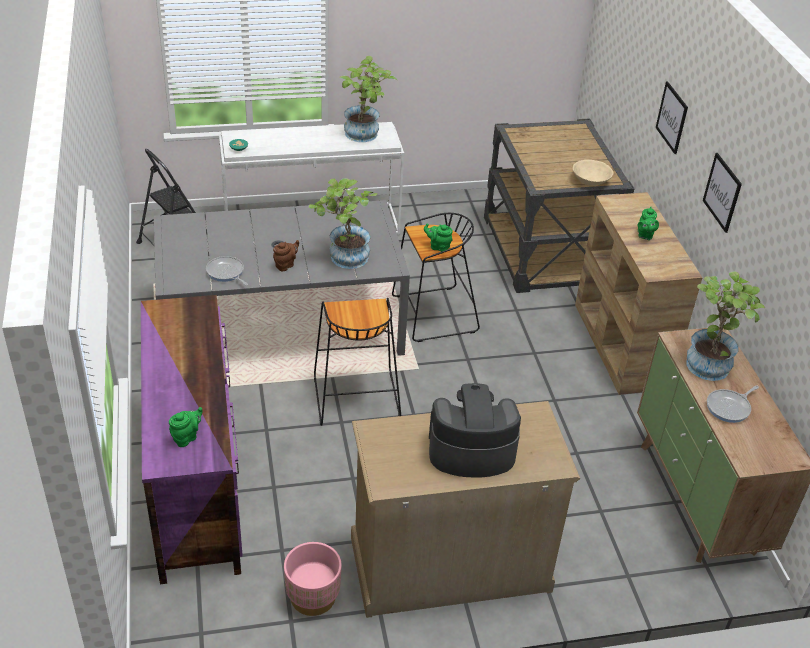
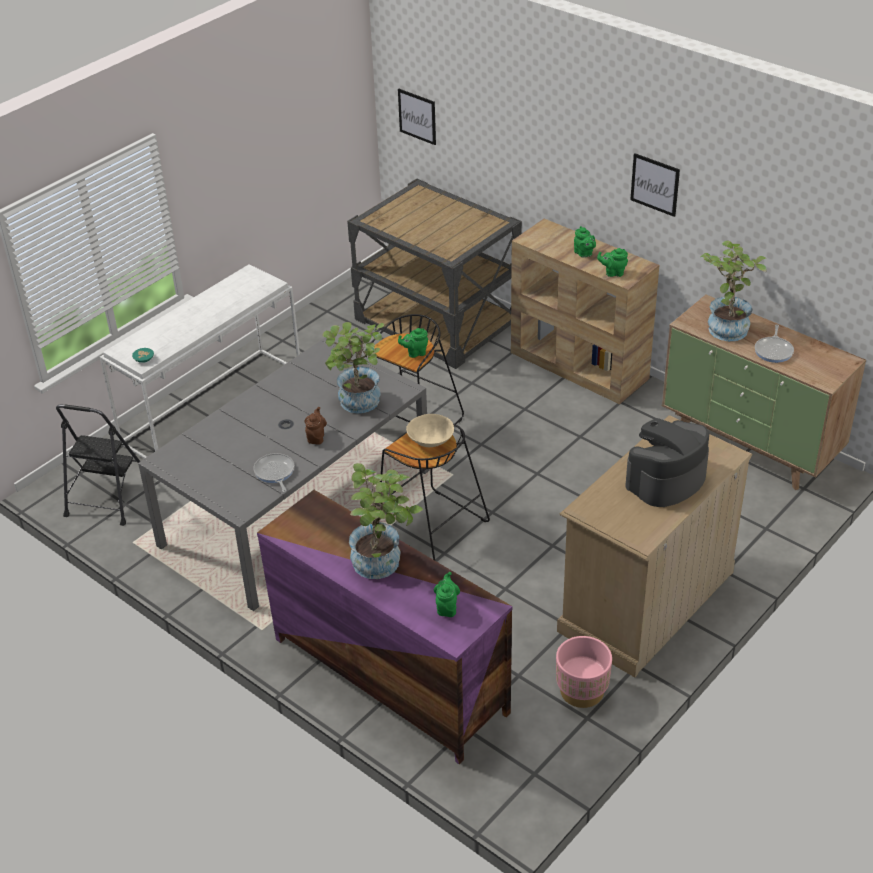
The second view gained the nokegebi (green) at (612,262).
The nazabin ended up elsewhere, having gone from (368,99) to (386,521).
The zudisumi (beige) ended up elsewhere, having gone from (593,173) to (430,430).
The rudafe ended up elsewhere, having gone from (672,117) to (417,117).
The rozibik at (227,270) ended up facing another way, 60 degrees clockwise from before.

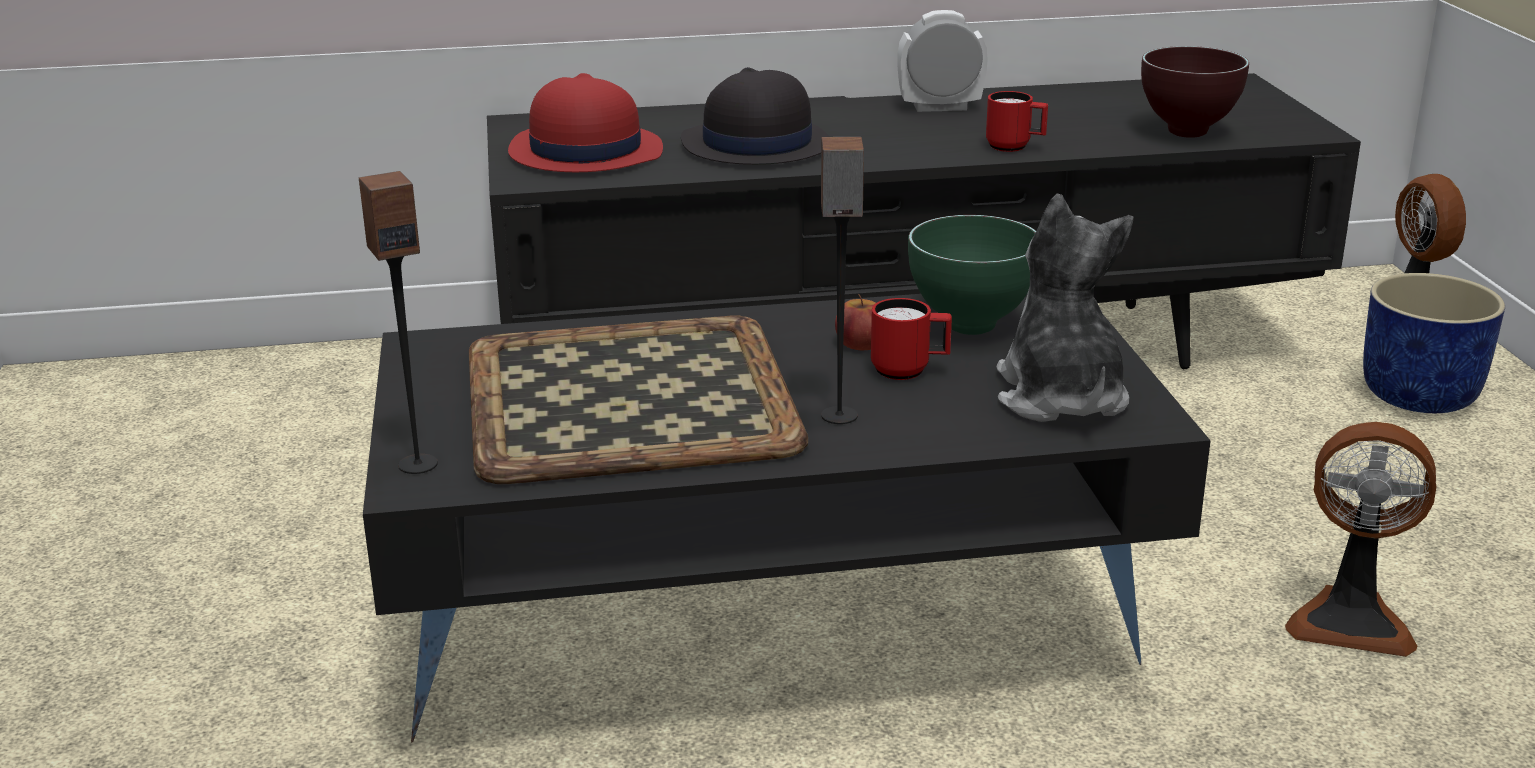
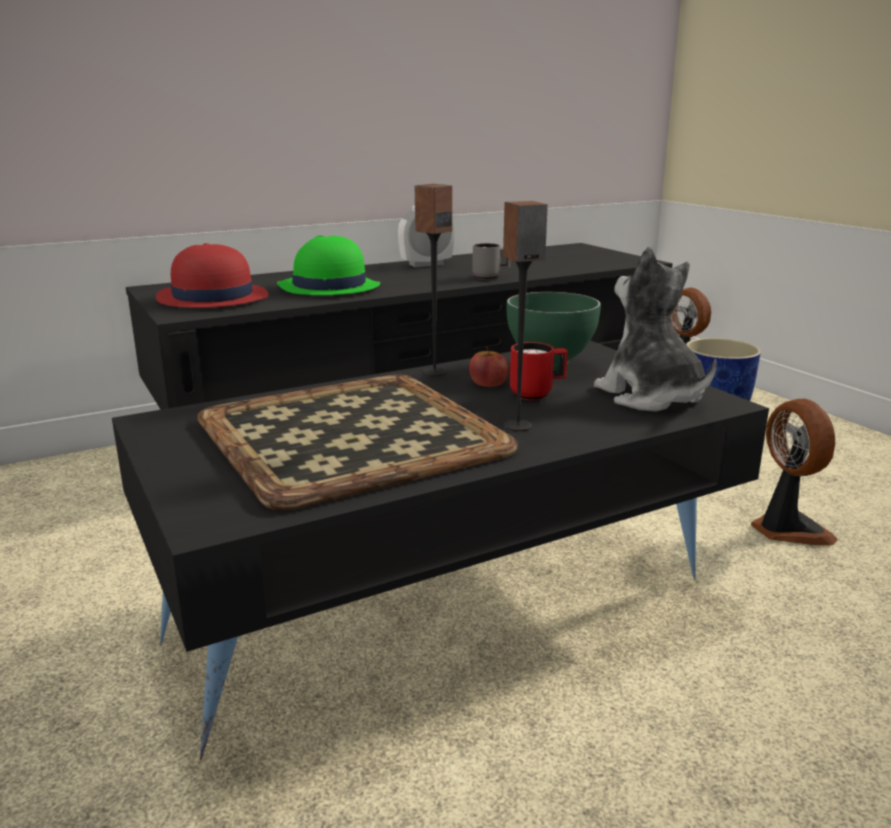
The second view lost the zudisumi (brown) at (1195,92).
The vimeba ended up elsewhere, having gone from (398,322) to (433,280).
What was the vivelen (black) at (755,116) turned into the vivelen (green) at (328,265).
What was the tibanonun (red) at (1017,121) turned into the tibanonun (grey) at (491,261).
The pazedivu at (1361,539) ended up facing another way, 105 degrees counterclockwise from before.

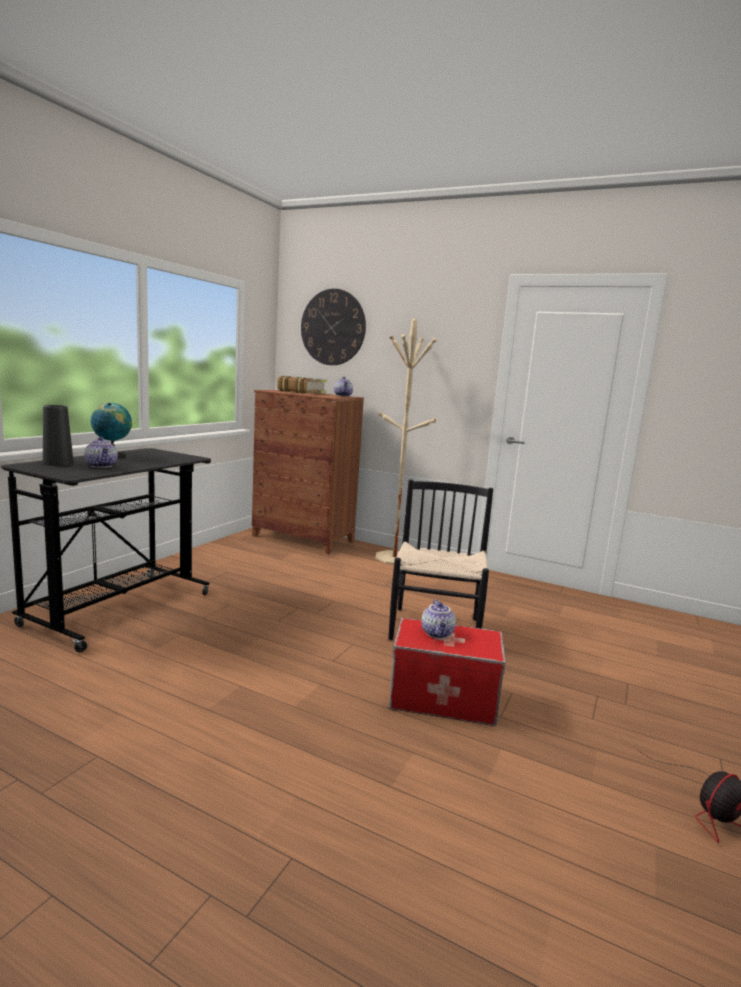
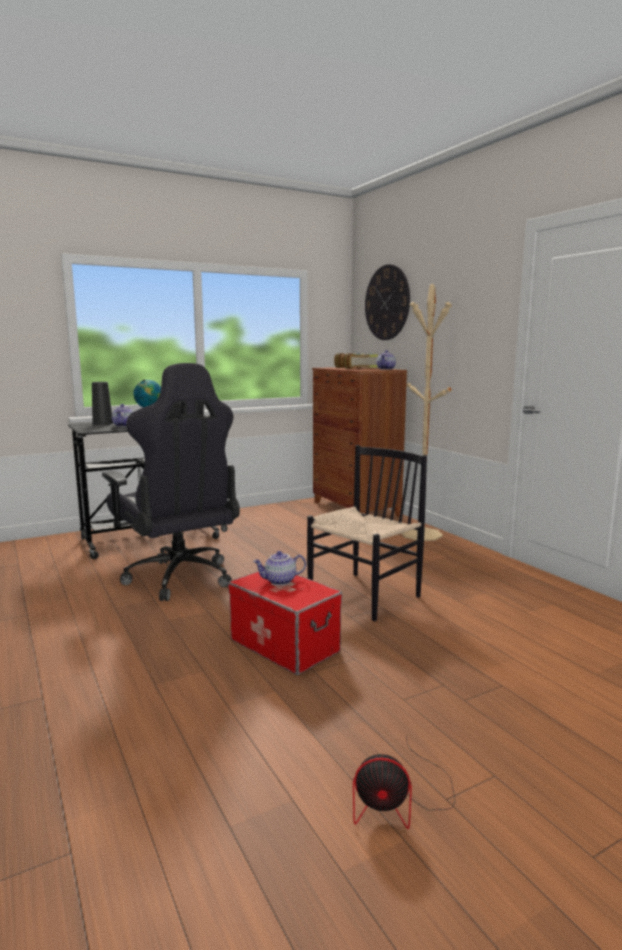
The second view gained the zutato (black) at (171,482).
The nokegebi at (438,619) ended up facing another way, 45 degrees clockwise from before.

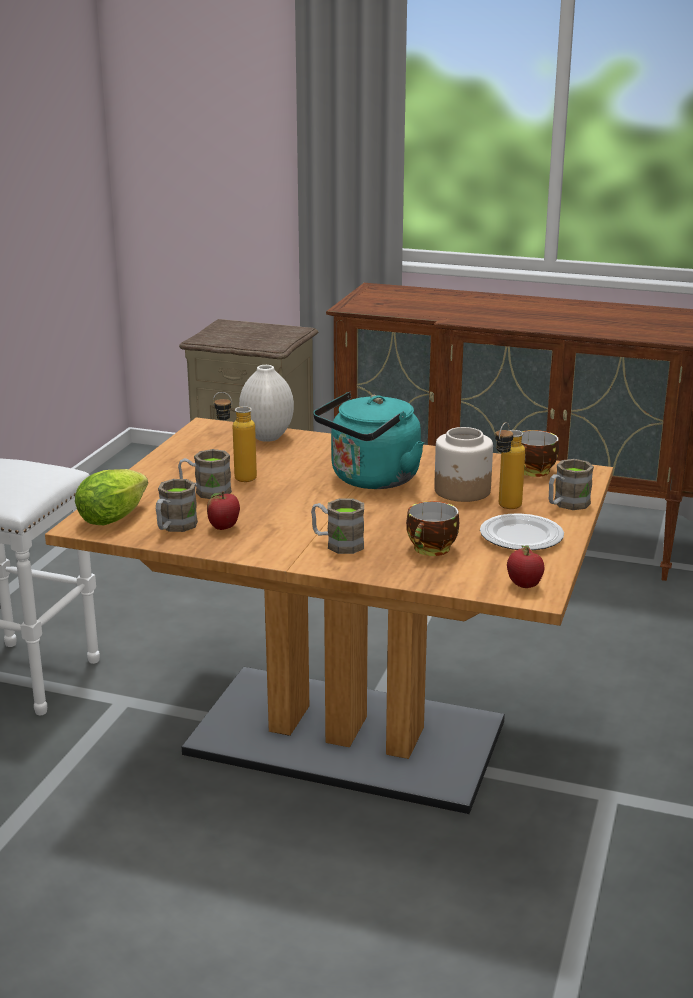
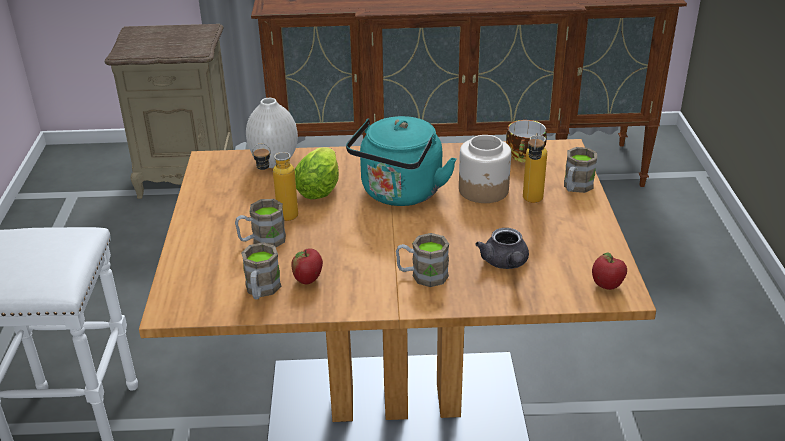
The second view lost the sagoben at (522,531).
The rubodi ended up elsewhere, having gone from (111,497) to (317,173).
Where the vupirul stood at (432,528), the nokegebi (grey) came to stand at (502,248).

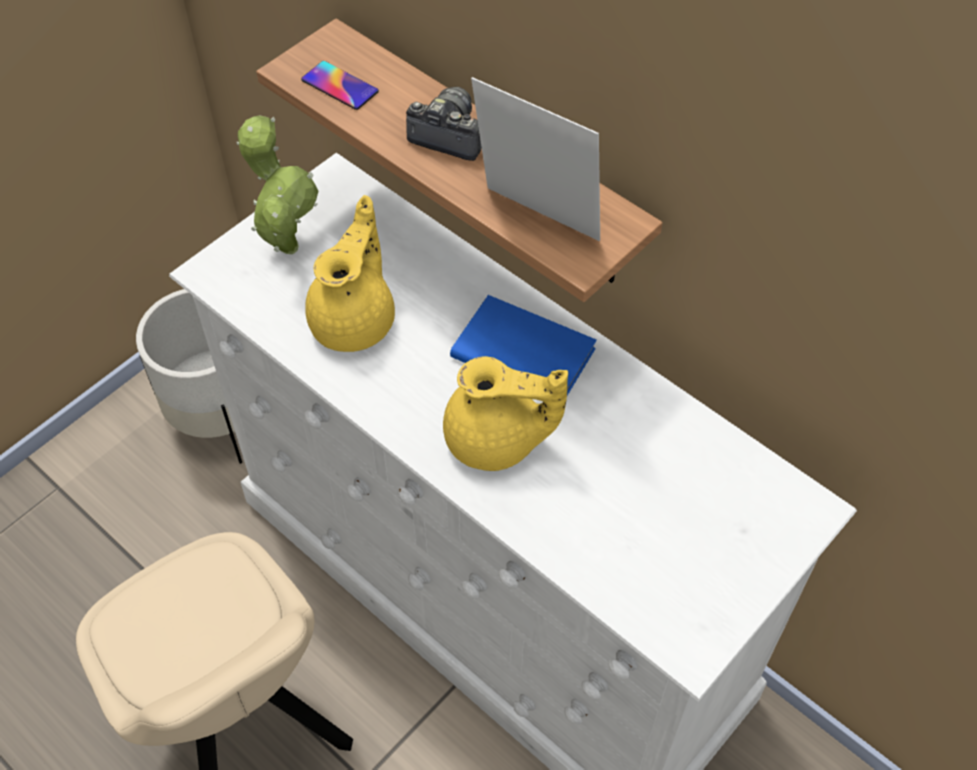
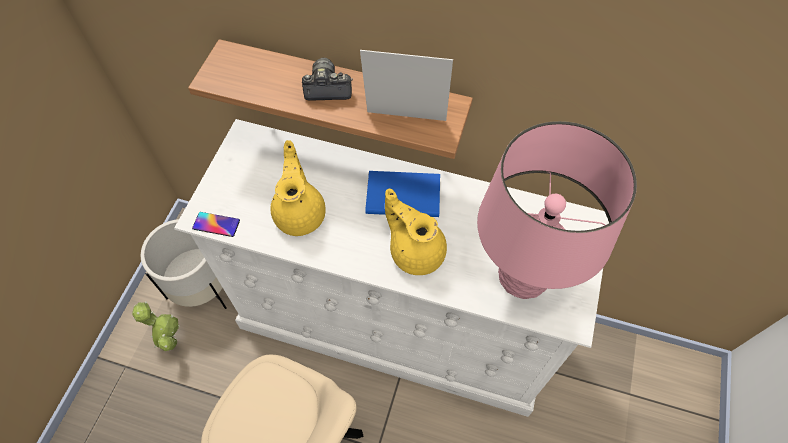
The second view gained the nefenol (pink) at (557,210).
The nazabin ended up elsewhere, having gone from (278,184) to (156,326).
The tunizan ended up elsewhere, having gone from (340,85) to (216,224).
The nokegebi (yellow) at (505,413) ended up facing another way, 120 degrees counterclockwise from before.

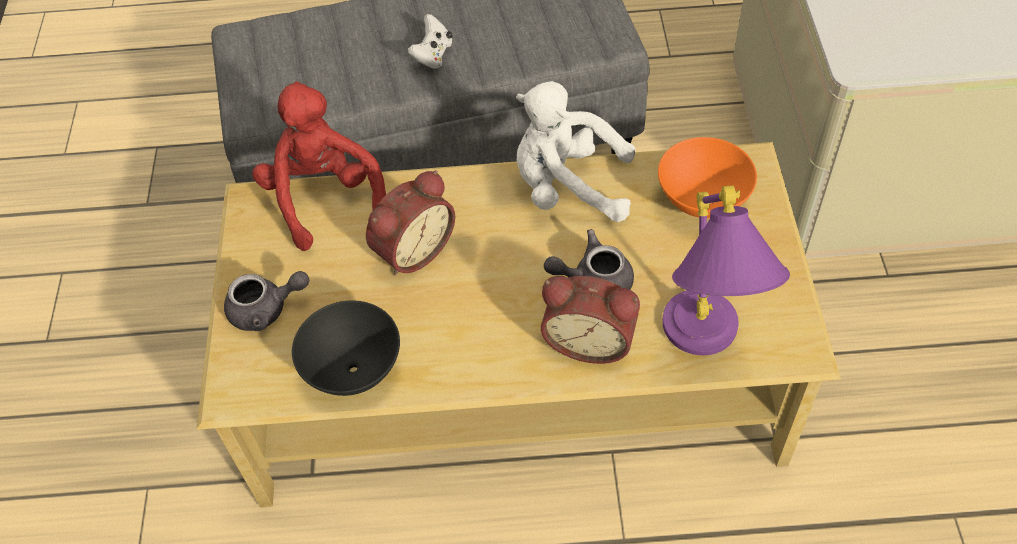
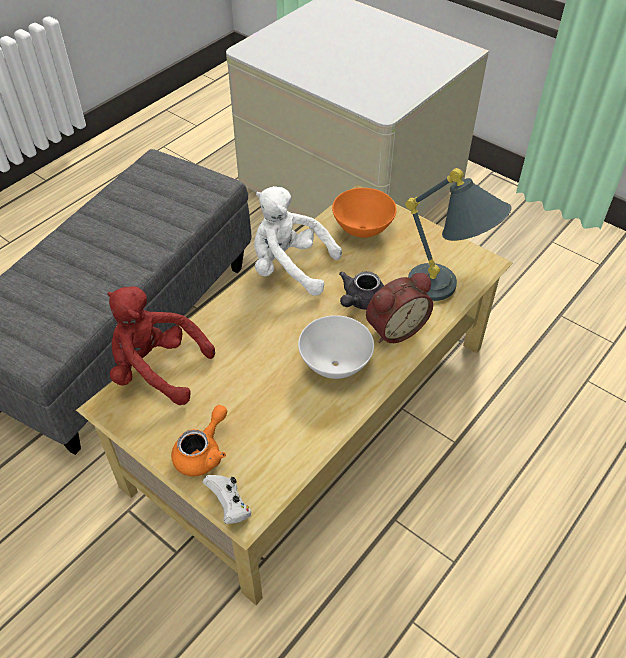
The second view lost the zudisumi (black) at (346,348).
The second view lost the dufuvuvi at (410,223).
The second view gained the zudisumi (white) at (336,347).
The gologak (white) ended up elsewhere, having gone from (430,41) to (227,499).
What was the nokegebi (grey) at (266,301) turned into the nokegebi (orange) at (199,441).
What was the nefenol (purple) at (726,270) turned into the nefenol (grey) at (458,234).
The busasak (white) at (575,151) ended up facing another way, 60 degrees clockwise from before.

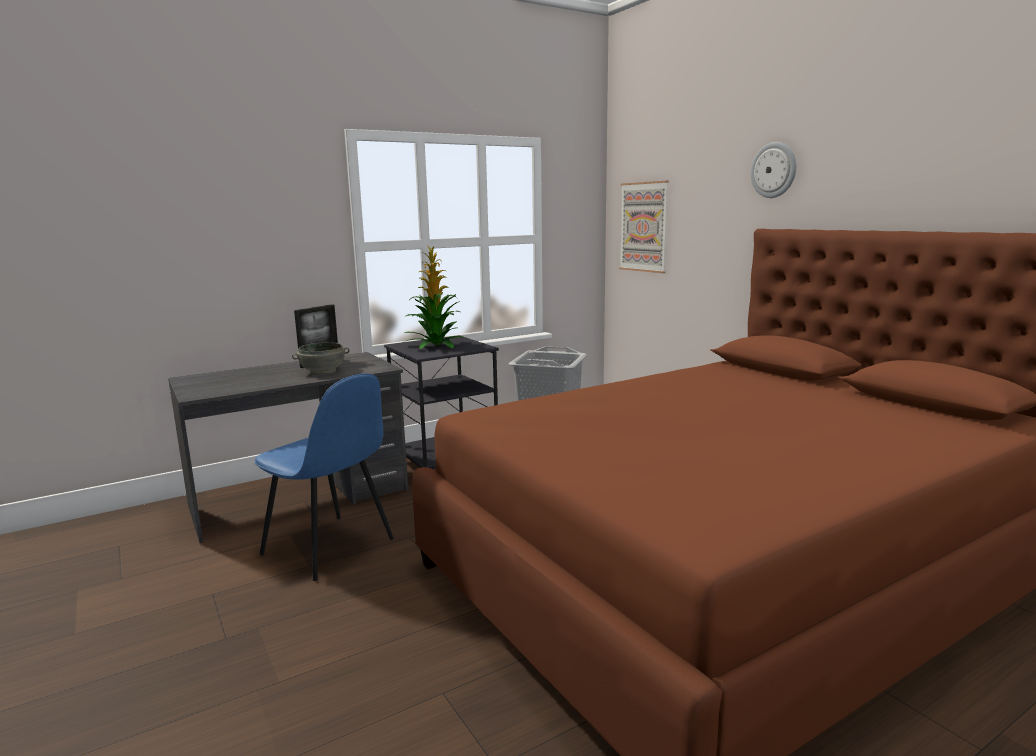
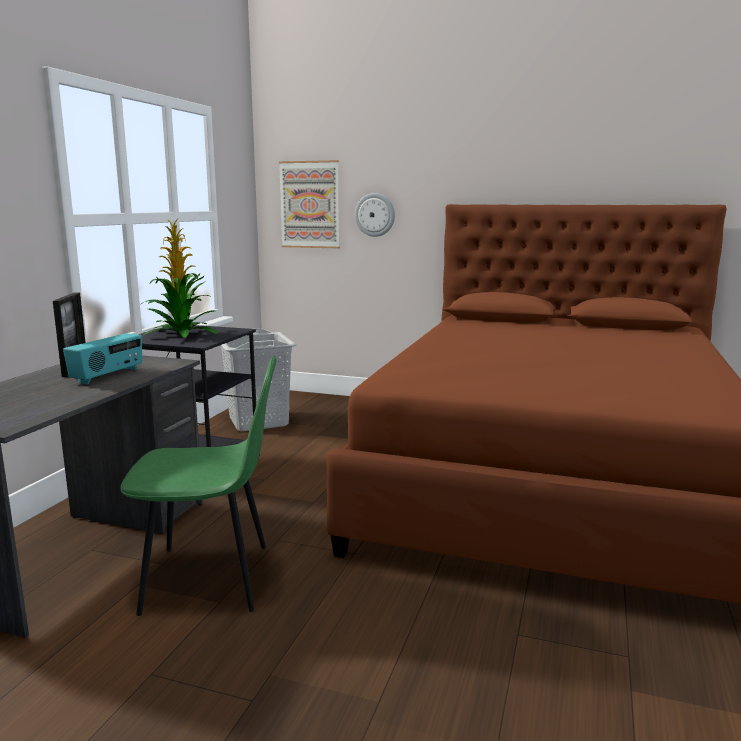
The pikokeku ended up elsewhere, having gone from (773,170) to (375,215).
Where the zudisumi (grey) stood at (321,358), the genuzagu came to stand at (102,359).
What was the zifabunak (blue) at (324,477) turned into the zifabunak (green) at (198,486).

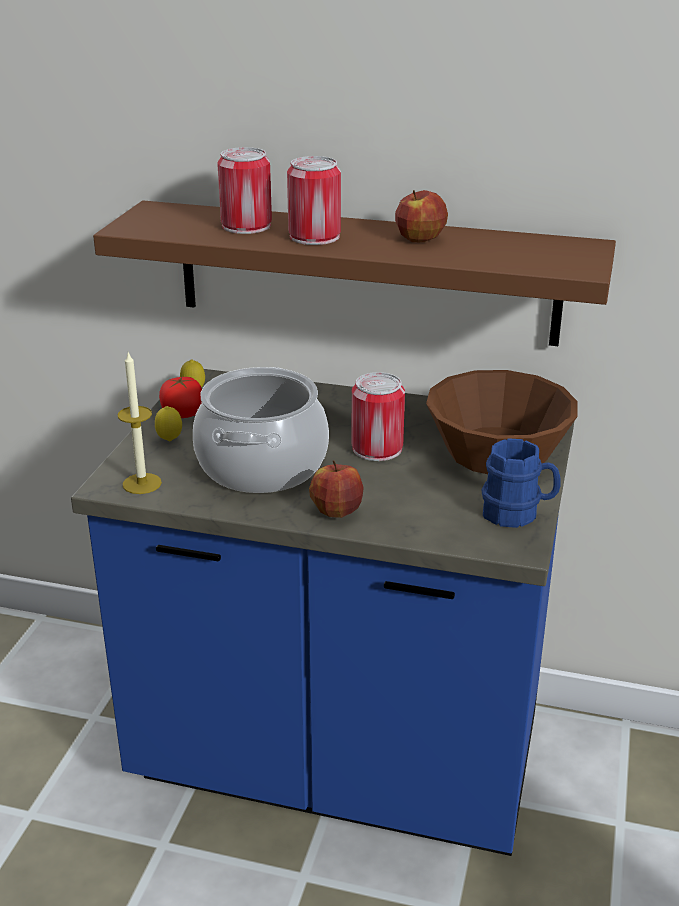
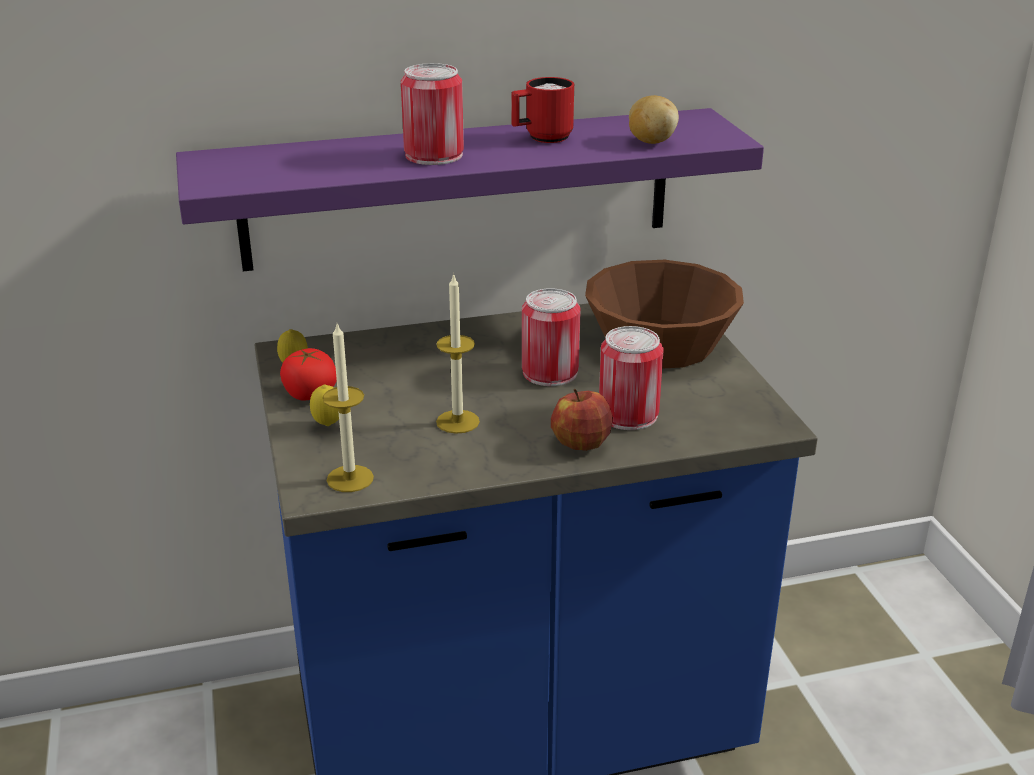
The second view lost the tibanonun (blue) at (521,483).
The second view gained the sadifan at (654,119).
The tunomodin ended up elsewhere, having gone from (244,190) to (631,378).
Where the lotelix stood at (261,430), the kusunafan came to stand at (458,353).
Where the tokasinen stood at (421,216), the tibanonun (red) came to stand at (542,110).
What was the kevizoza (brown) at (354,273) turned into the kevizoza (purple) at (470,189).

